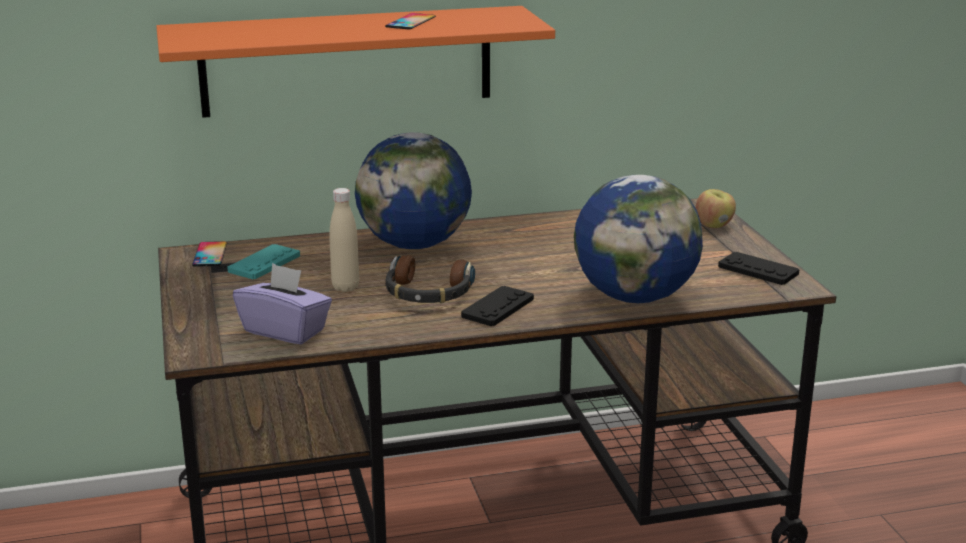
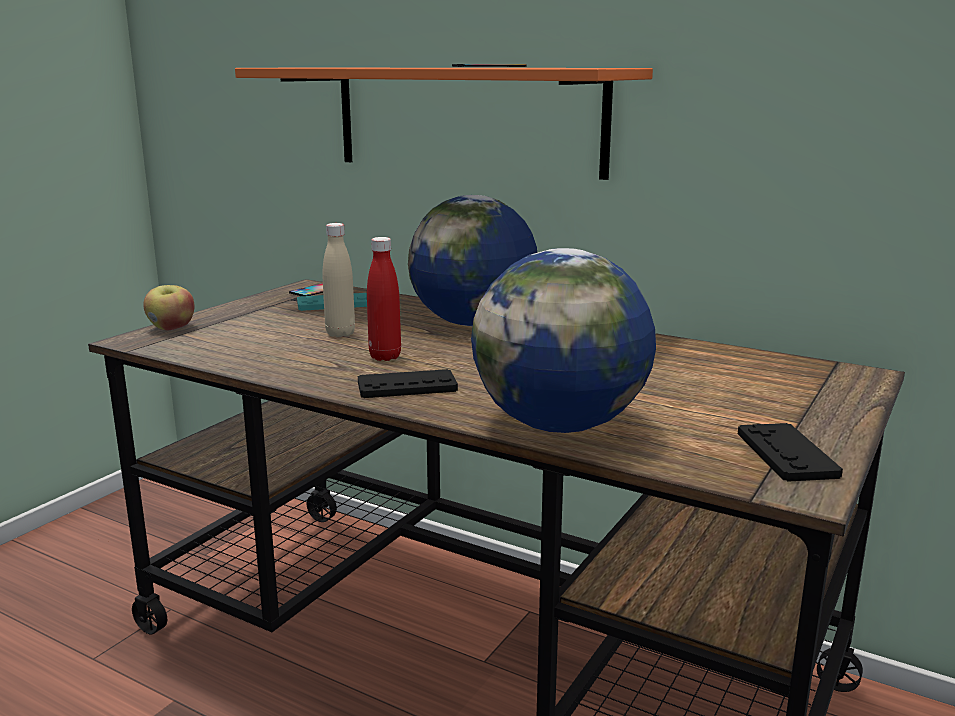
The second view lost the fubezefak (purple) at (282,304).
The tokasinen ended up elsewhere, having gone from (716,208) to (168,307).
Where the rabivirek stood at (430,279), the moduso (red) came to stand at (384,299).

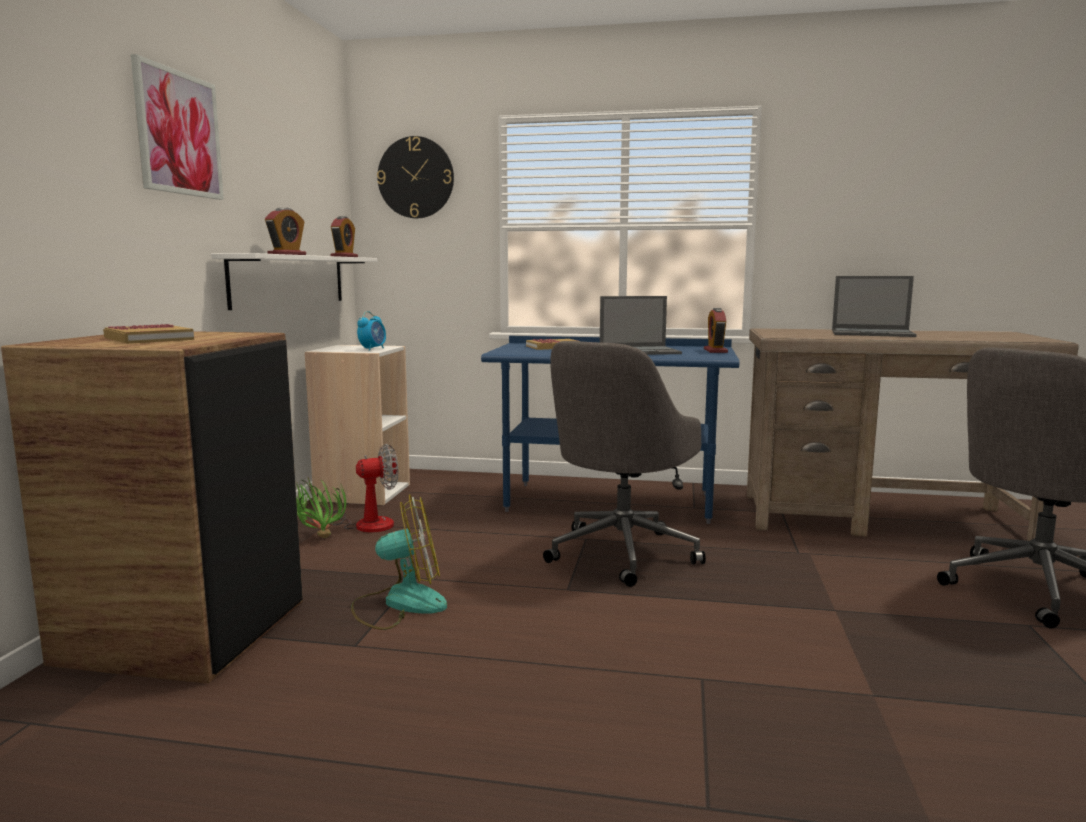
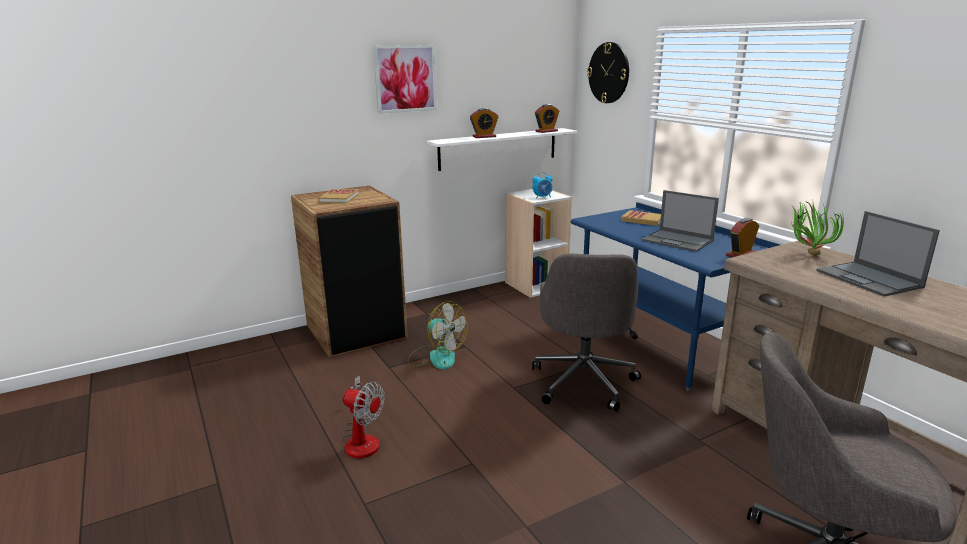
The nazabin ended up elsewhere, having gone from (320,508) to (818,228).
The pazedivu ended up elsewhere, having gone from (353,488) to (363,416).
The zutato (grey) at (624,464) ended up facing another way, 75 degrees counterclockwise from before.

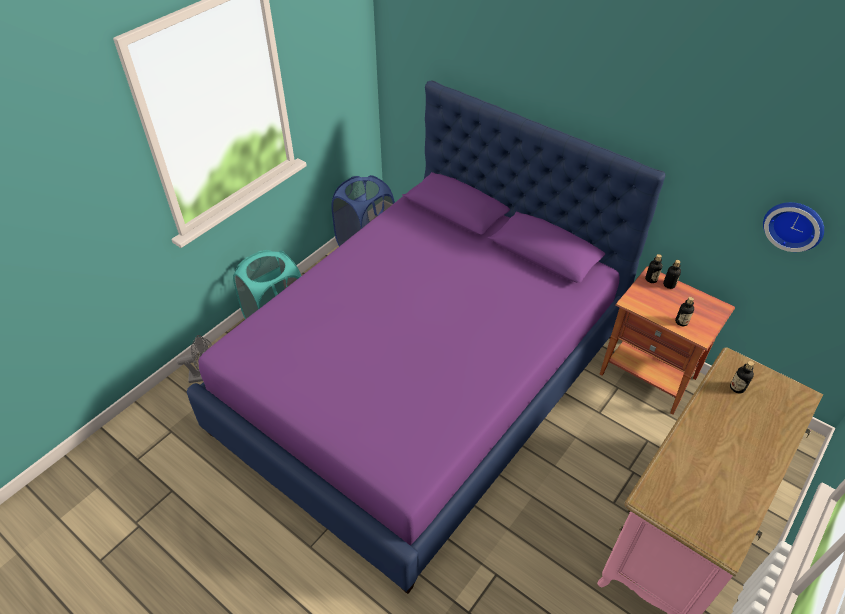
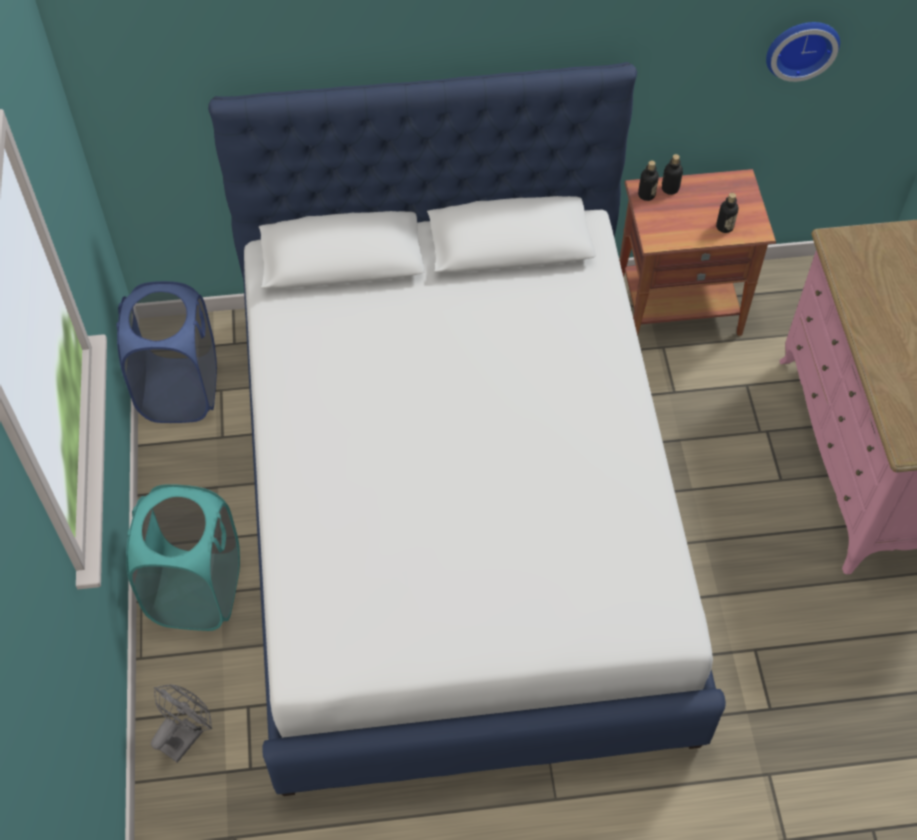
The second view lost the moduso at (742,377).
What was the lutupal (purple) at (426,337) turned into the lutupal (white) at (467,429).

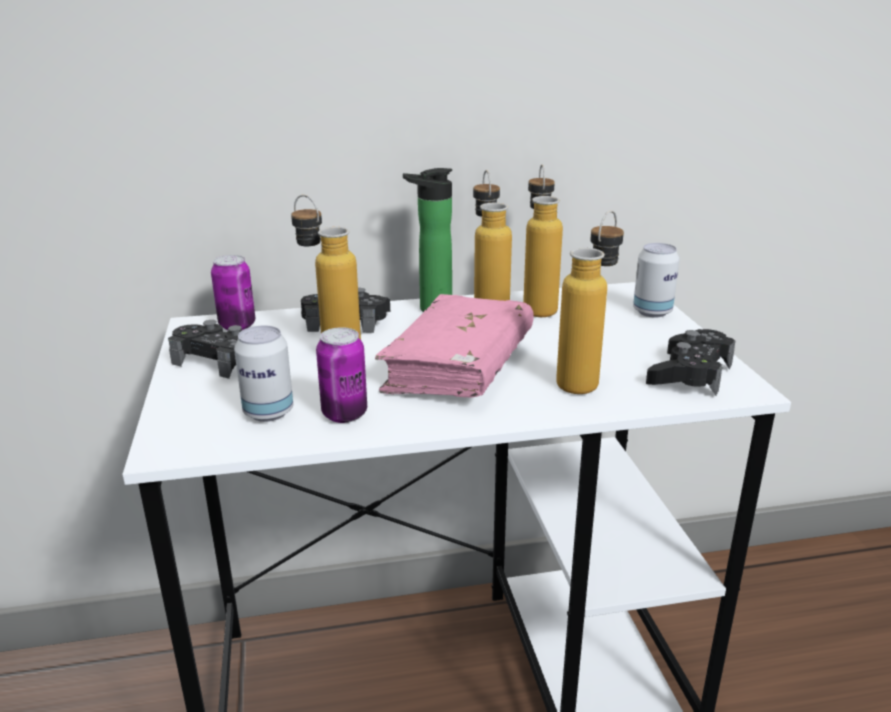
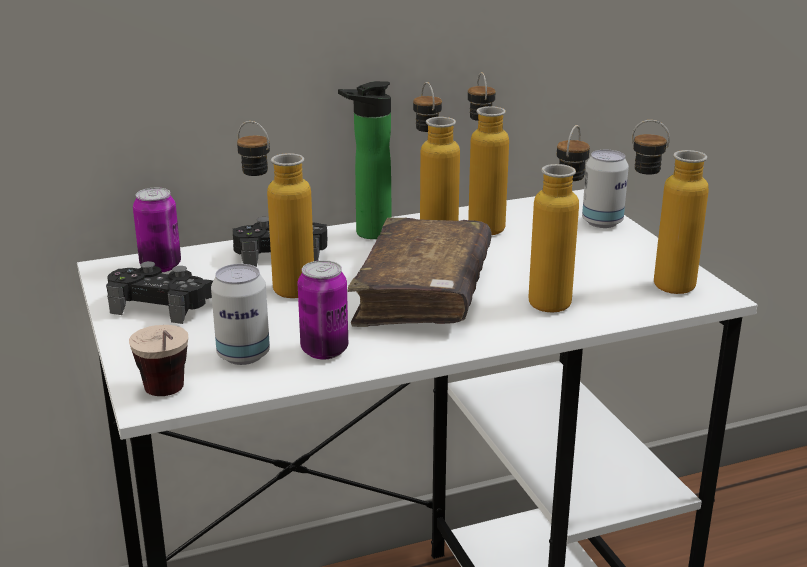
The second view gained the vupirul at (158,360).
Where the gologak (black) stood at (690,362), the moduso came to stand at (670,207).
What was the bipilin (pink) at (454,345) turned into the bipilin (brown) at (419,272).

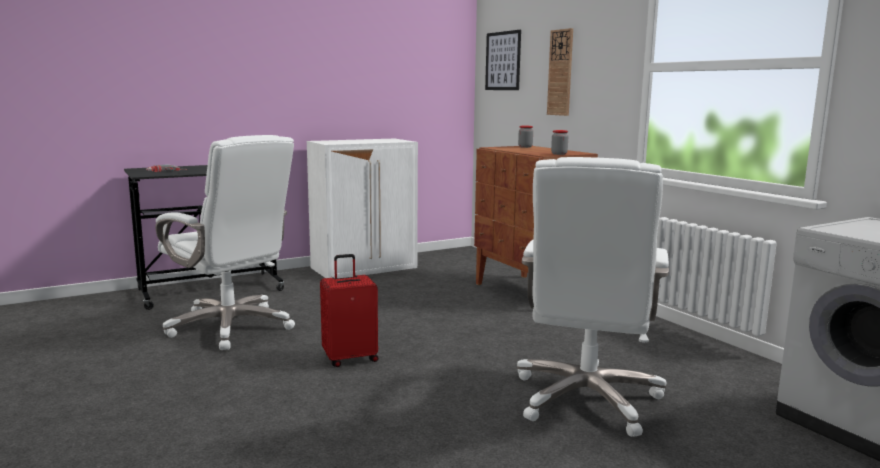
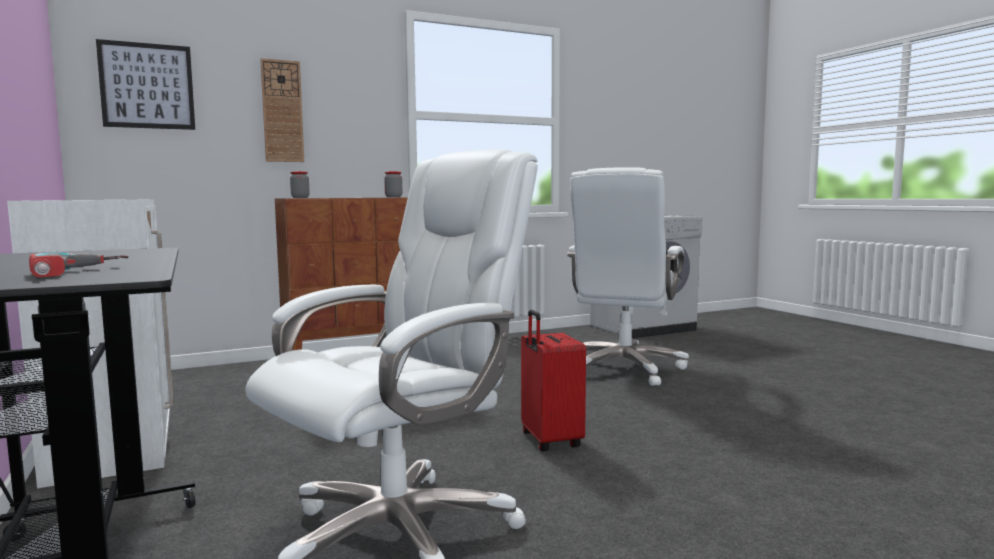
The zutato (white) at (593,297) ended up facing another way, 90 degrees clockwise from before.

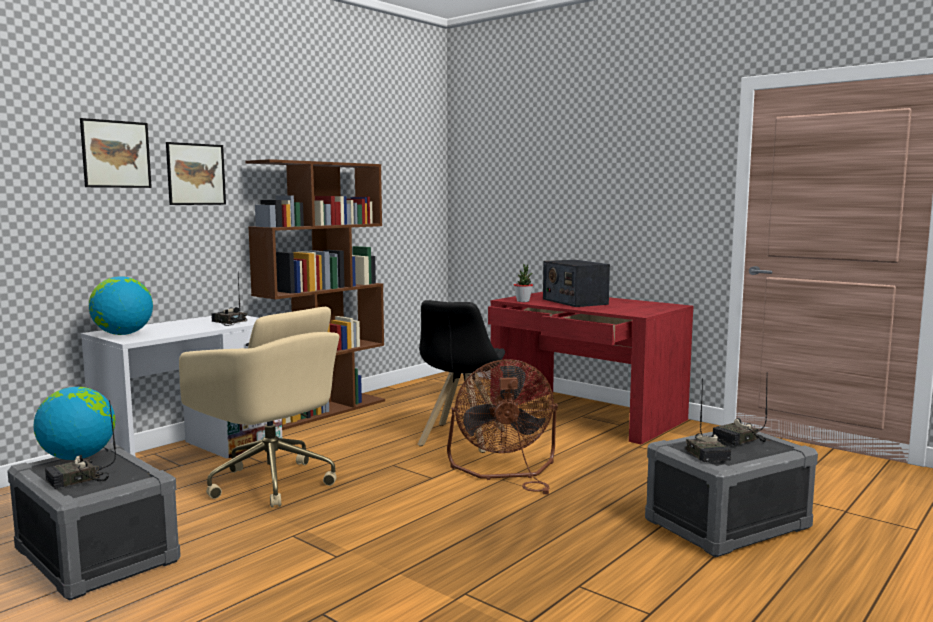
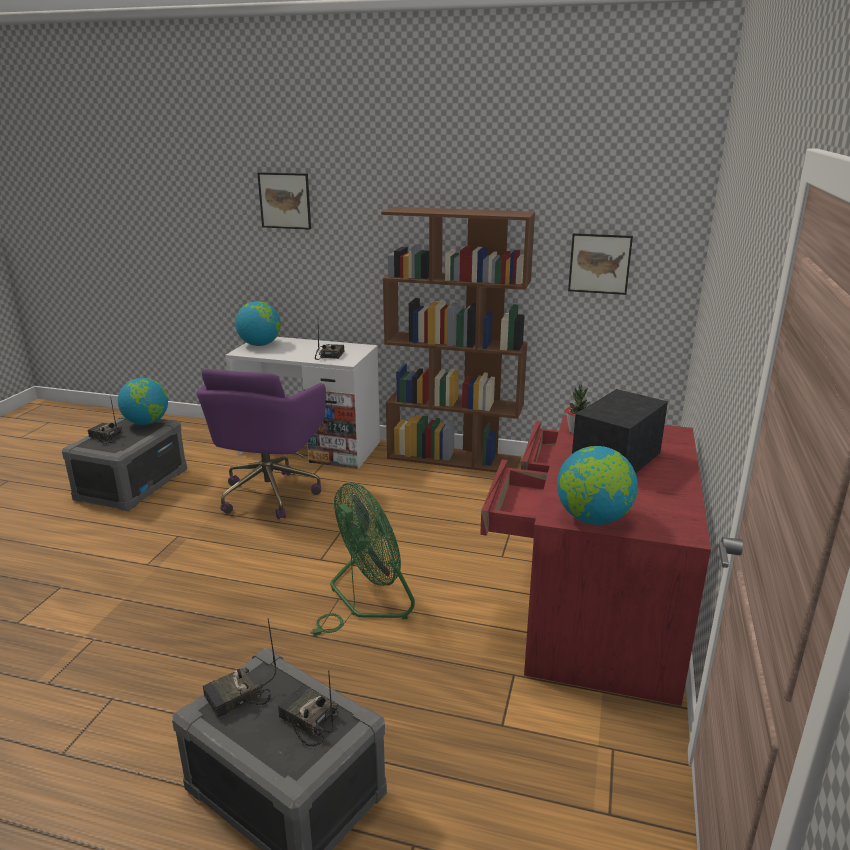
The second view lost the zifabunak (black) at (462,376).
The second view gained the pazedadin at (597,485).
The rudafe ended up elsewhere, having gone from (196,173) to (600,264).
What was the zutato (beige) at (259,407) turned into the zutato (purple) at (261,444).
What was the pazedivu (brown) at (502,426) turned into the pazedivu (green) at (362,559).

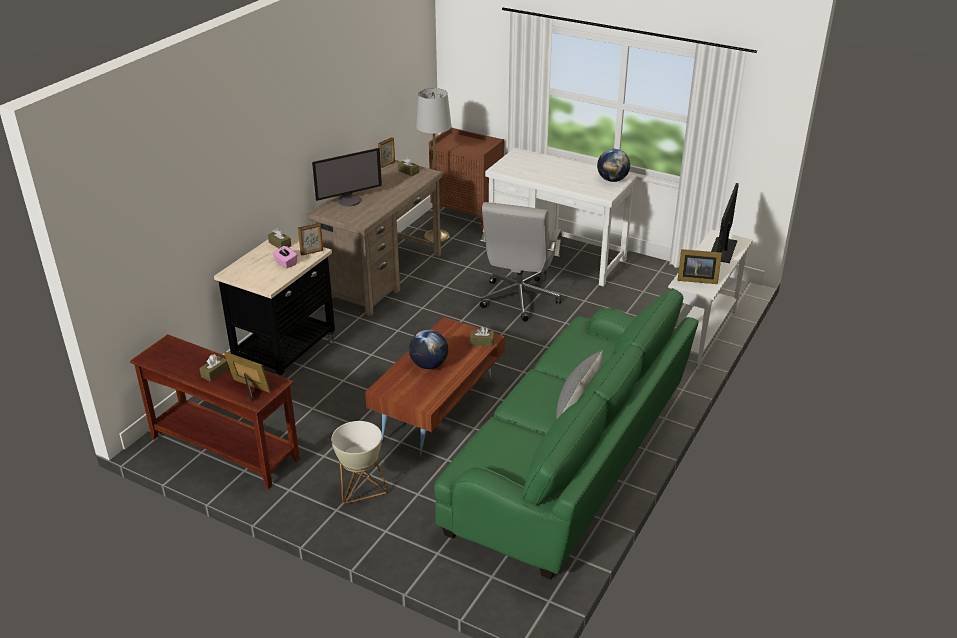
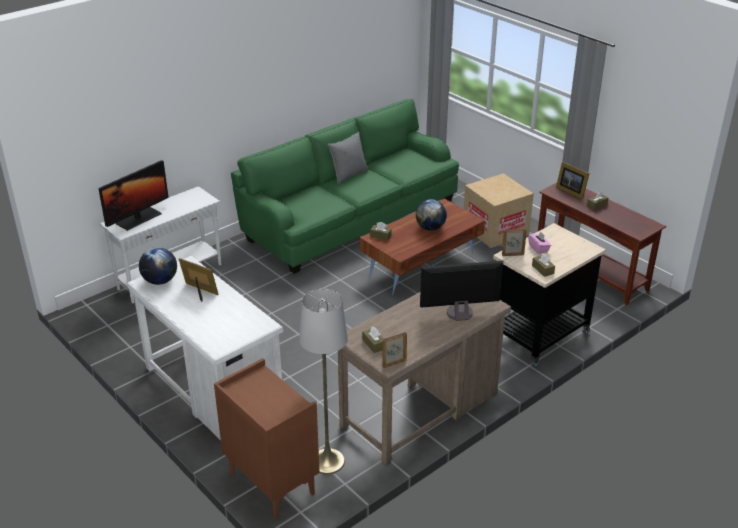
The second view lost the zutato (grey) at (521,262).
The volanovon ended up elsewhere, having gone from (699,266) to (198,280).
Where the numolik stood at (360,462), the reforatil came to stand at (499,210).

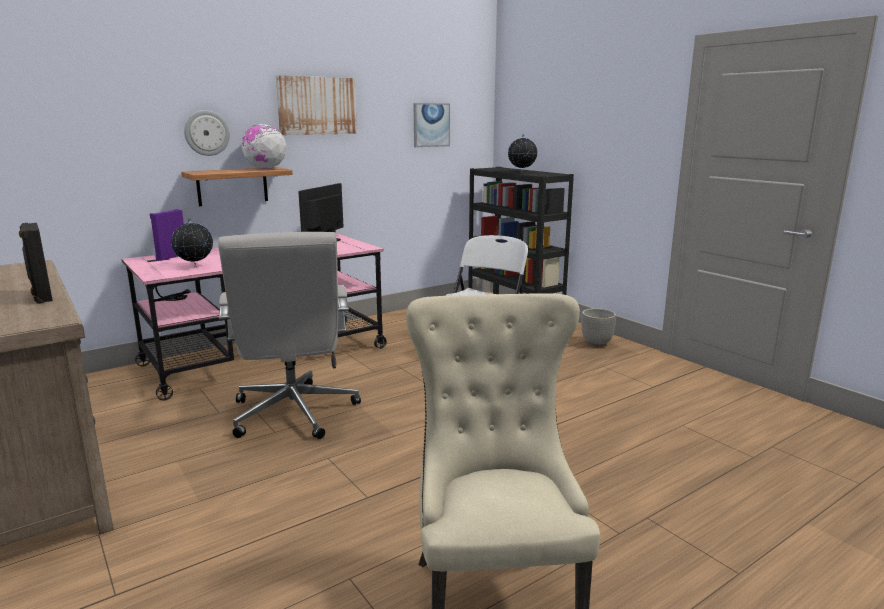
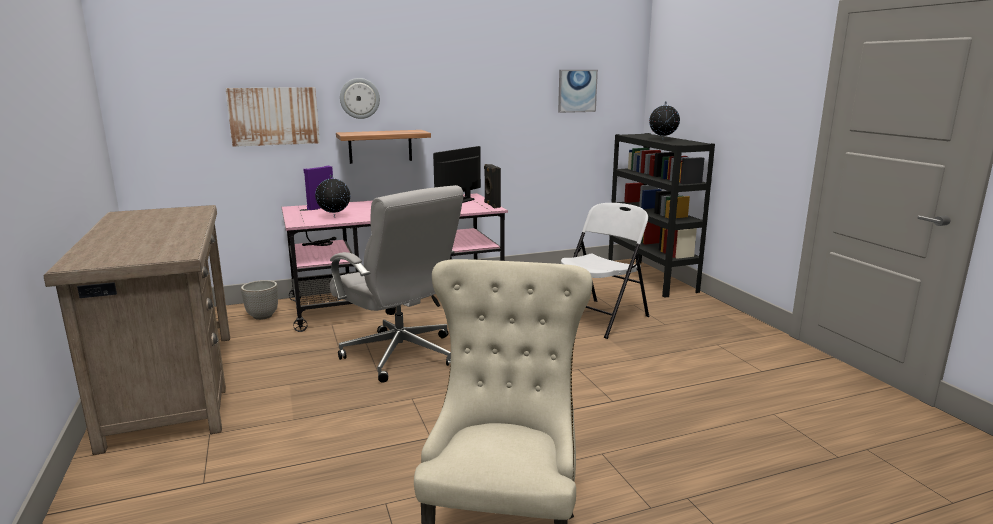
The second view lost the pazedadin at (264,146).
The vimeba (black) ended up elsewhere, having gone from (36,263) to (492,186).
The rudafe ended up elsewhere, having gone from (316,105) to (272,117).
The numolik ended up elsewhere, having gone from (599,327) to (259,300).
The zutato (grey) at (289,335) ended up facing another way, 45 degrees counterclockwise from before.

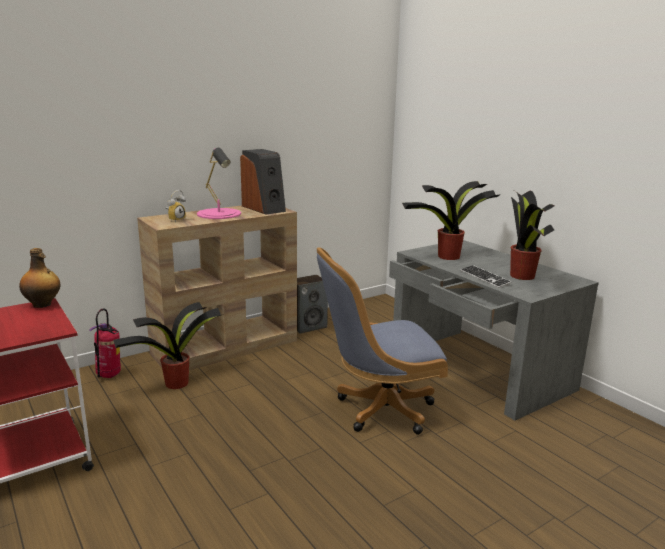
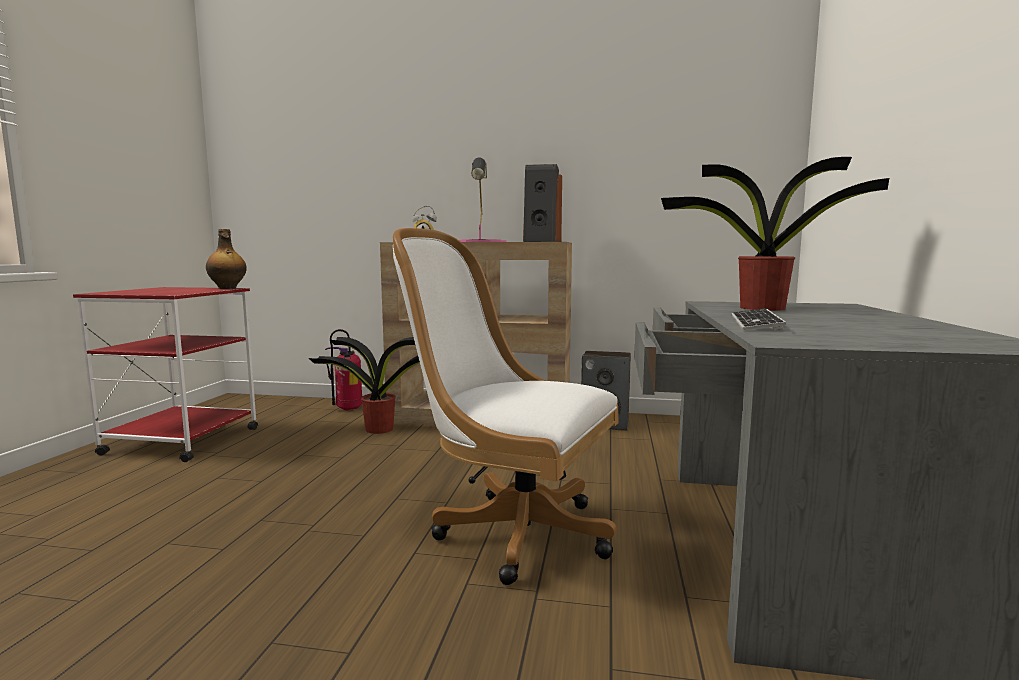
The second view lost the nazabin at (532,235).
What was the zutato (blue) at (382,341) turned into the zutato (white) at (505,406).

